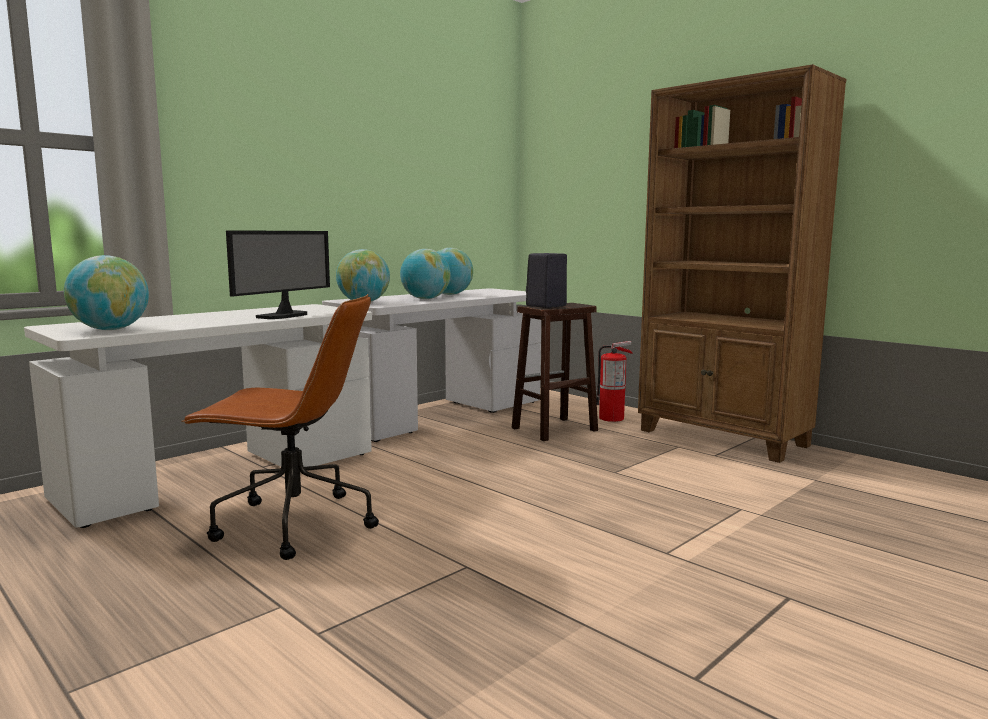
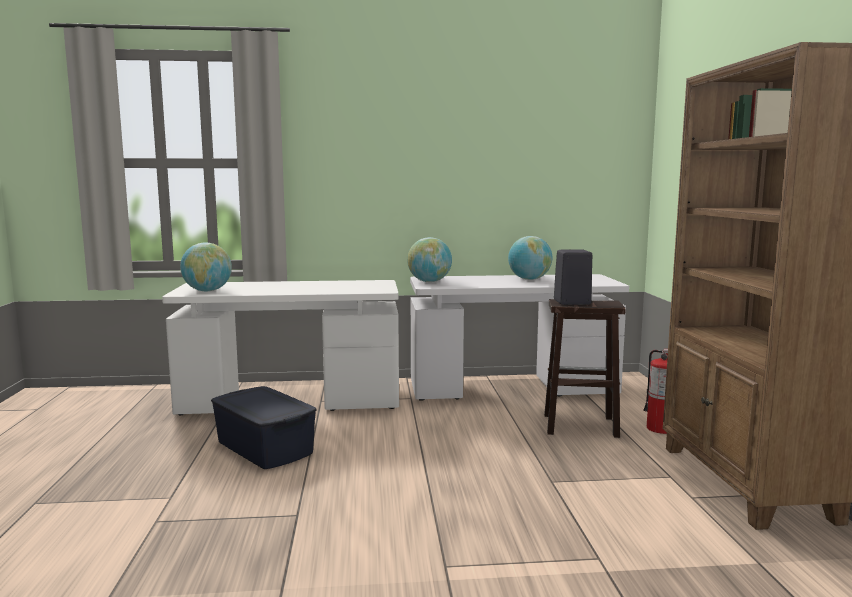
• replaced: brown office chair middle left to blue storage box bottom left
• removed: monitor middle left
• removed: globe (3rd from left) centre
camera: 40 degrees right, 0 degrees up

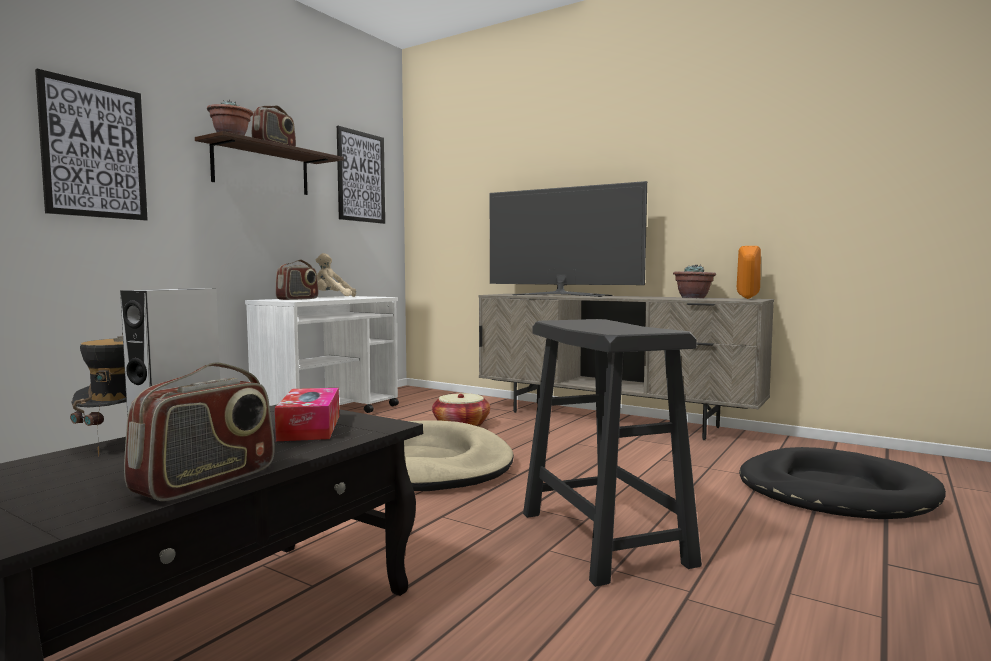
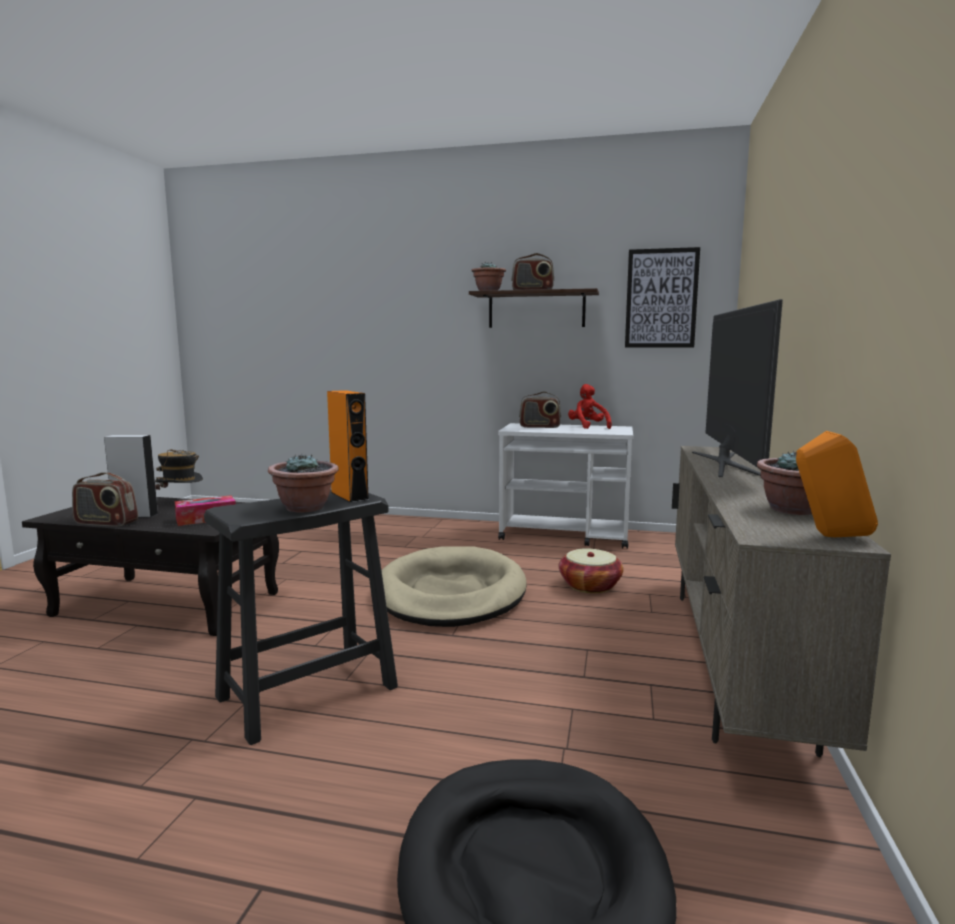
• added: potted plant (1st from left) middle left
• added: orange speaker (1st from left) centre
• recoloured: beige plush toy centre to red plush toy centre
• removed: picture (1st from left) top left
camera: 70 degrees right, 5 degrees up

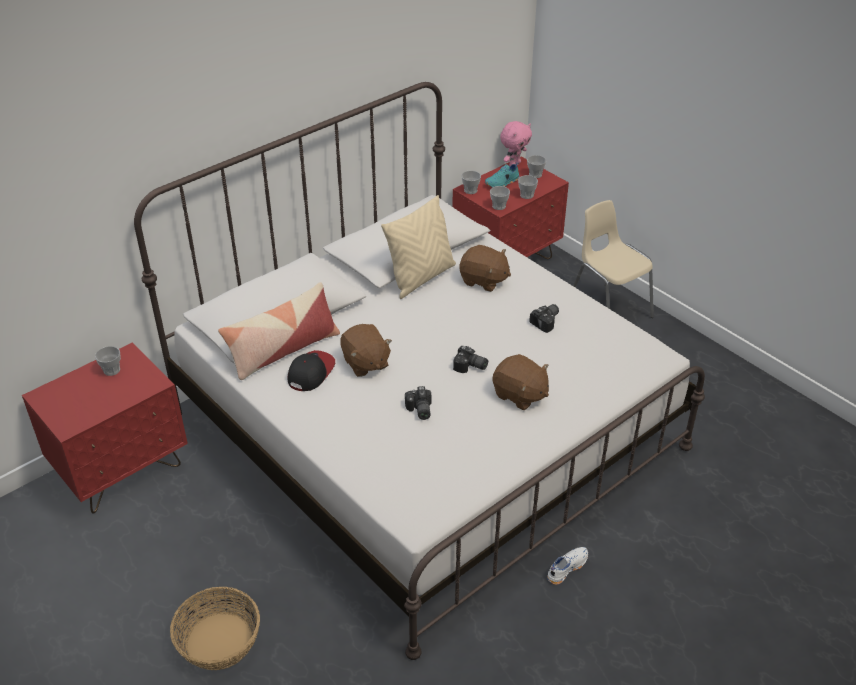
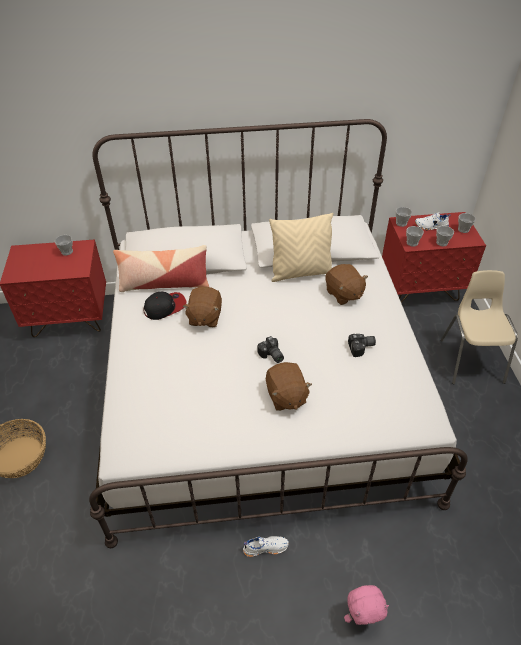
• moved: pink plush toy top centre to bottom right
• recoloured: turquoise shoe top centre to white shoe (2nd from left) middle right
• removed: photo camera (1st from left) centre
camera: 35 degrees right, 5 degrees up

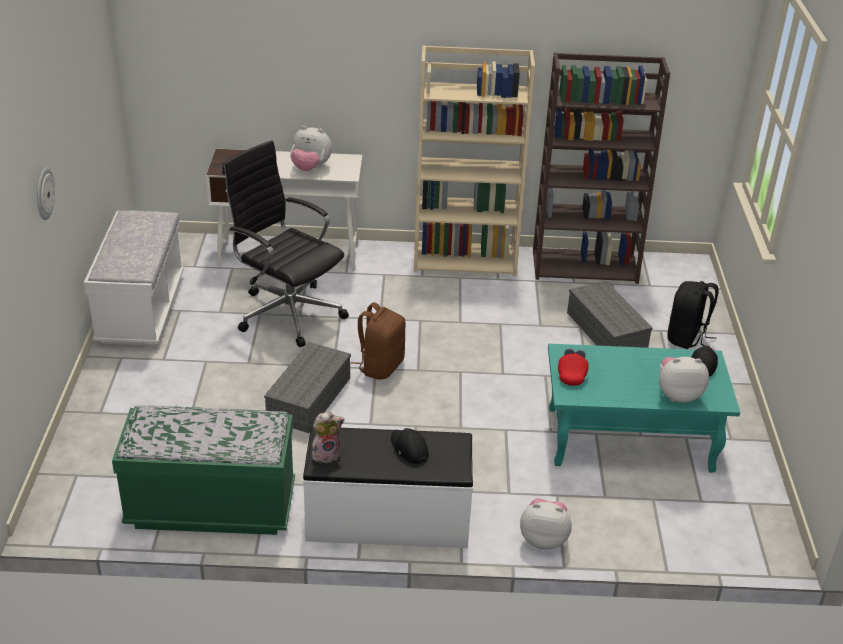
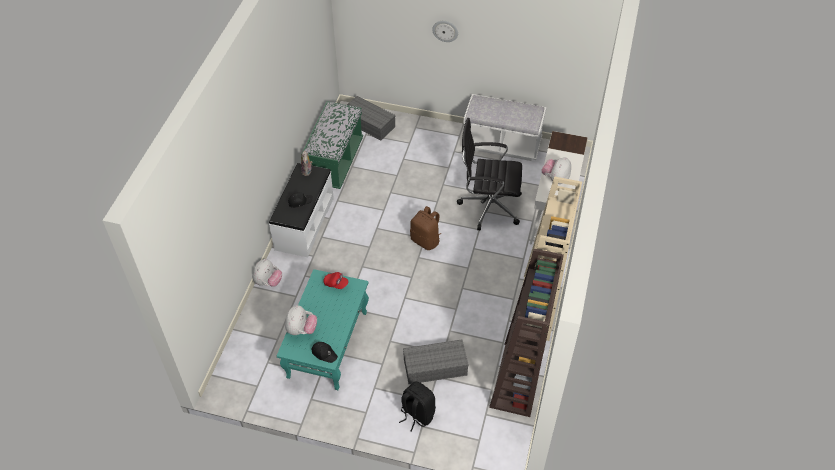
• moved: grey storage box (1st from left) centre to top centre
• turned: black office chair centre = centre 135 degrees counterclockwise
camera: 105 degrees right, 15 degrees up

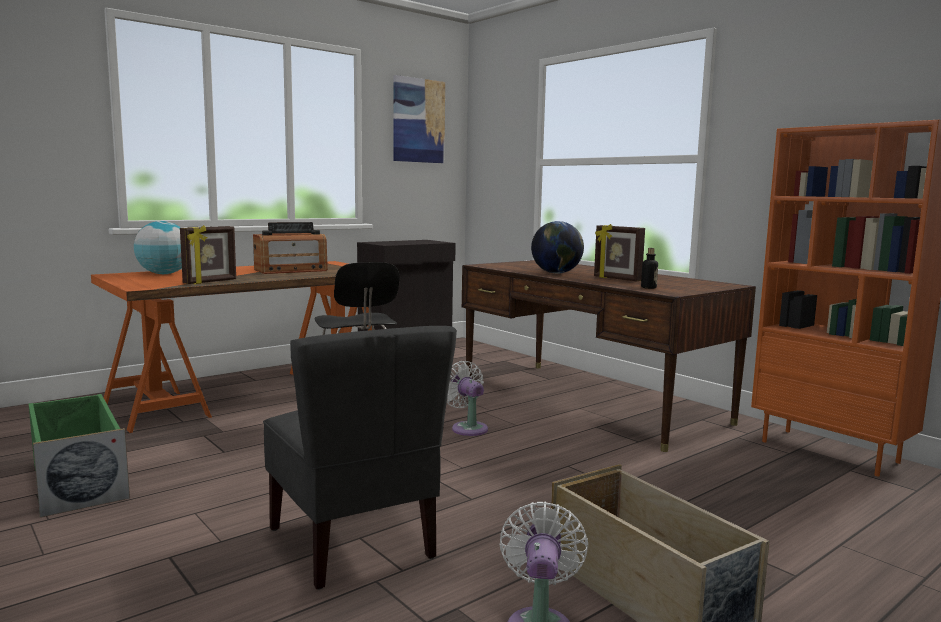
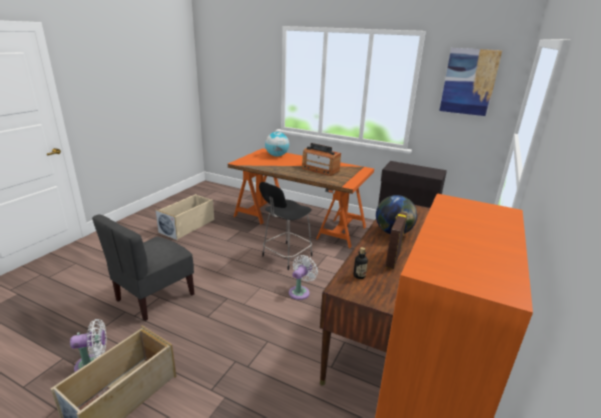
• recoloured: green storage box bottom left to beige storage box (2nd from left) middle left
• removed: picture frame (1st from left) middle left
camera: 65 degrees right, 15 degrees up

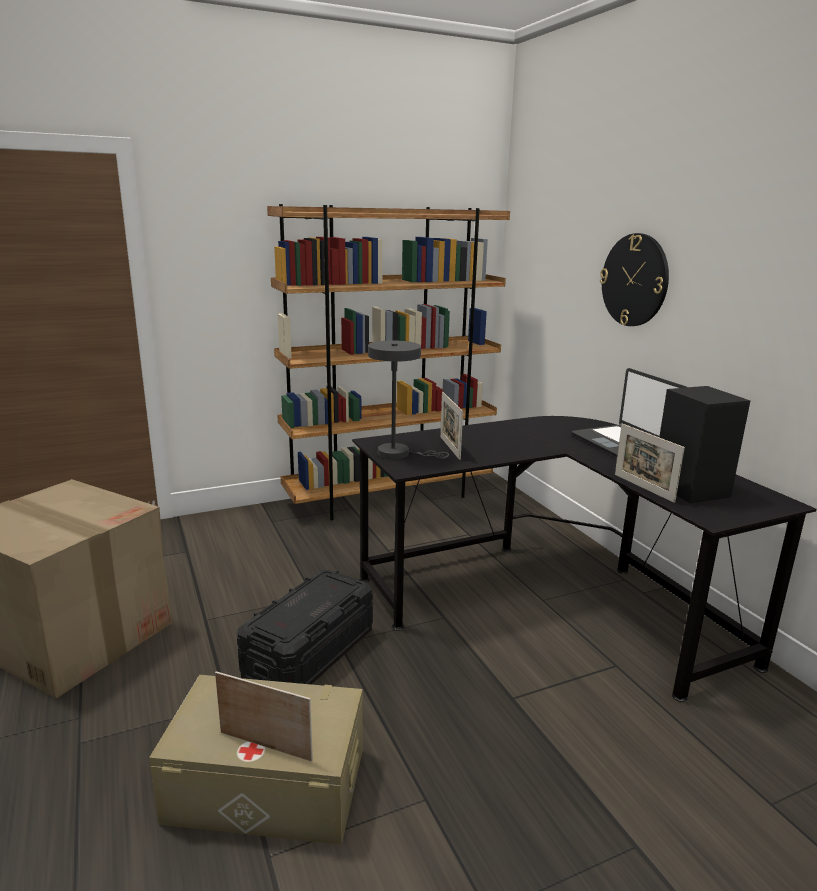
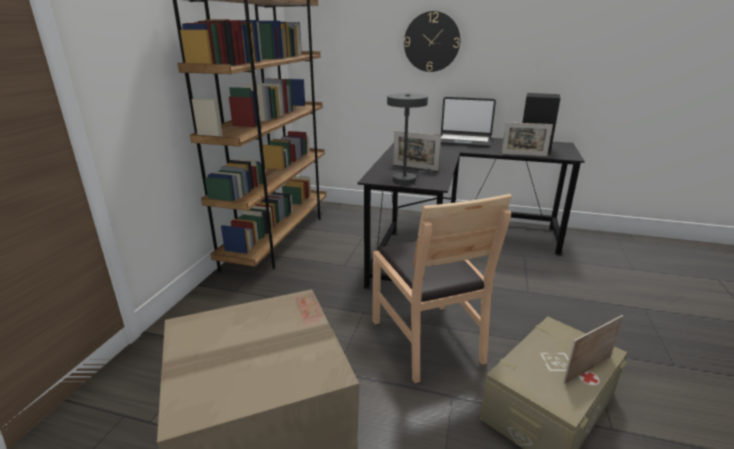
• replaced: black storage box bottom centre to brown chair centre
camera: 50 degrees left, 5 degrees up

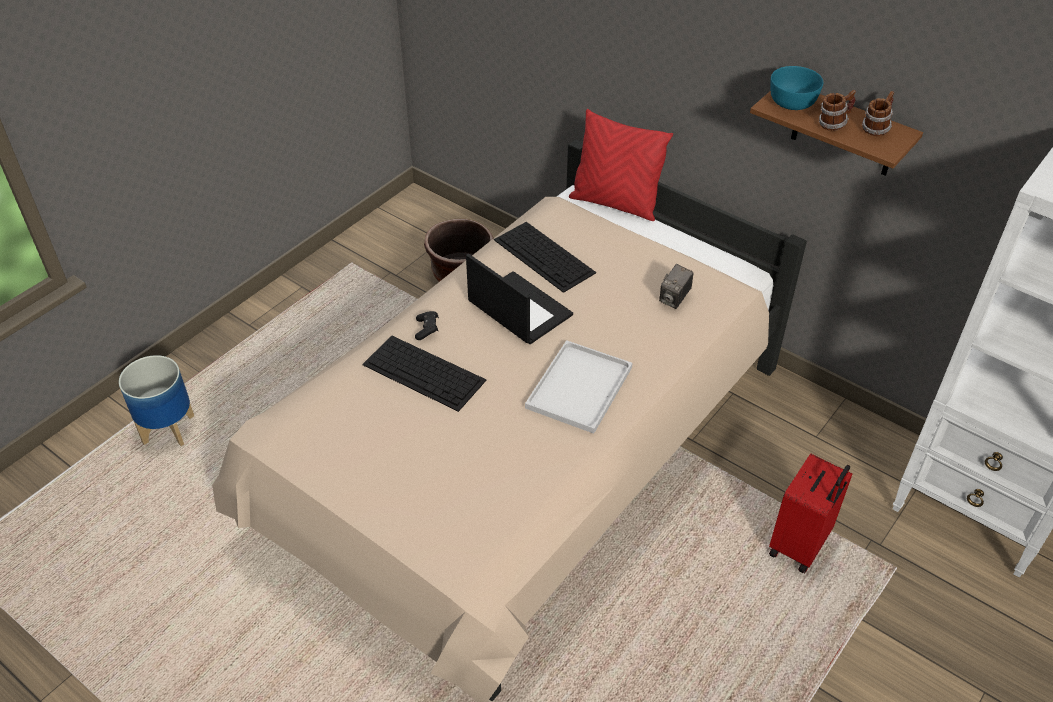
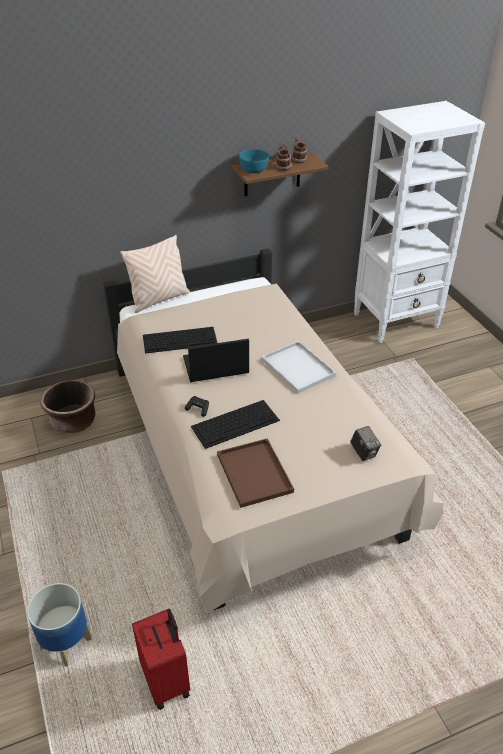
• recoloured: red pillow top centre to beige pillow middle left
• moved: red suitcase bottom right to bottom left
• added: brown tray centre
• moved: photo camera centre to middle right
camera: 60 degrees left, 5 degrees down

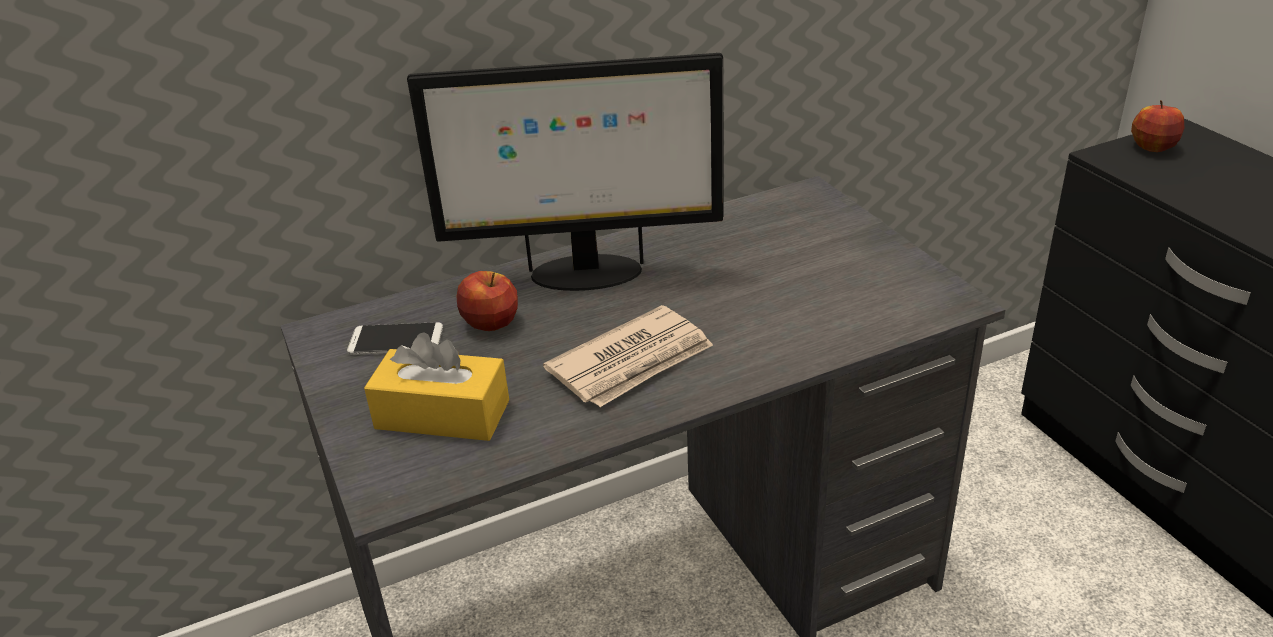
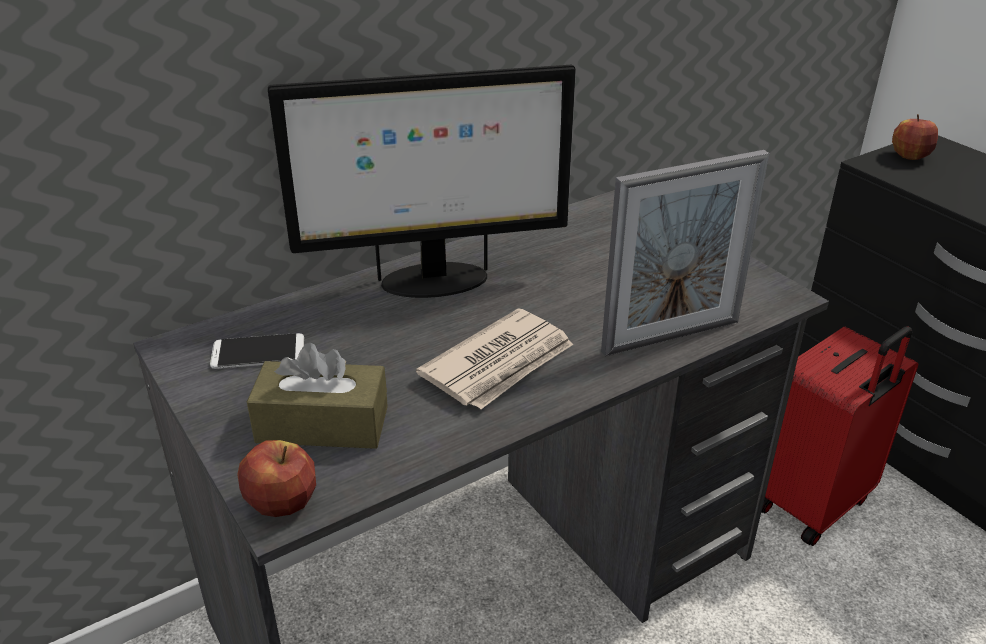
• moved: apple (1st from left) centre to bottom left
• recoloured: yellow tissue box centre to brown tissue box middle left
• added: picture frame middle right
• added: red suitcase bottom right
camera: 10 degrees left, 0 degrees up

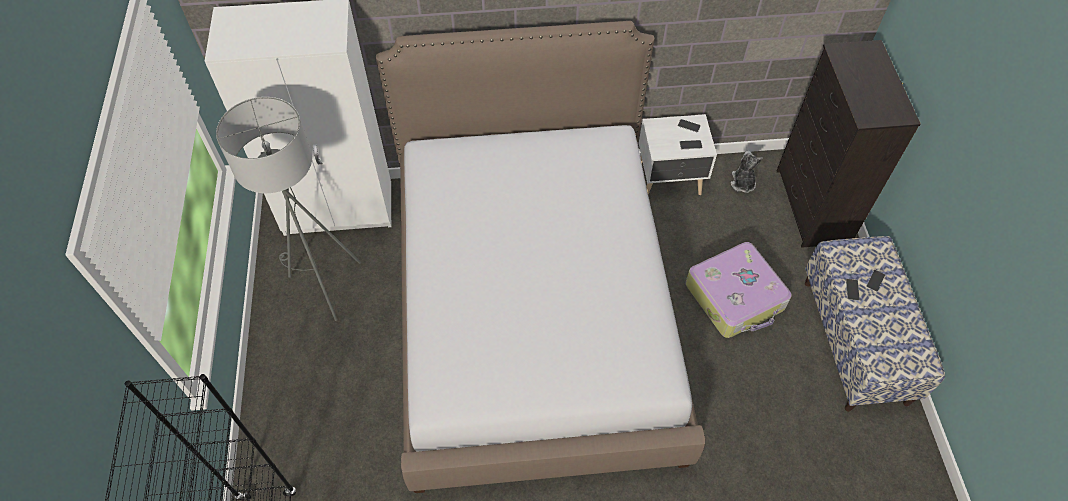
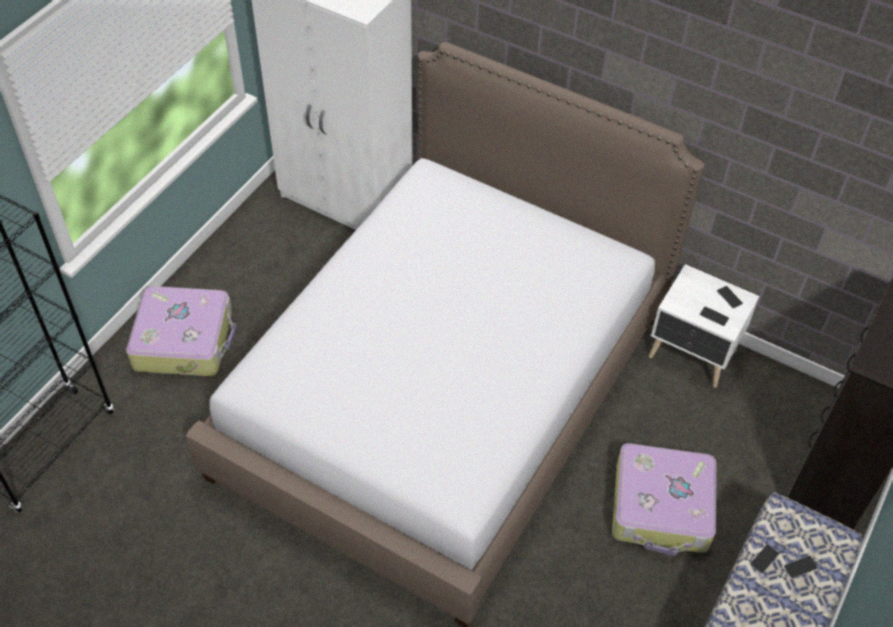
• added: suitcase (1st from left) middle left
• removed: grey floor lamp middle left
• removed: plush toy middle right
camera: 35 degrees right, 5 degrees down

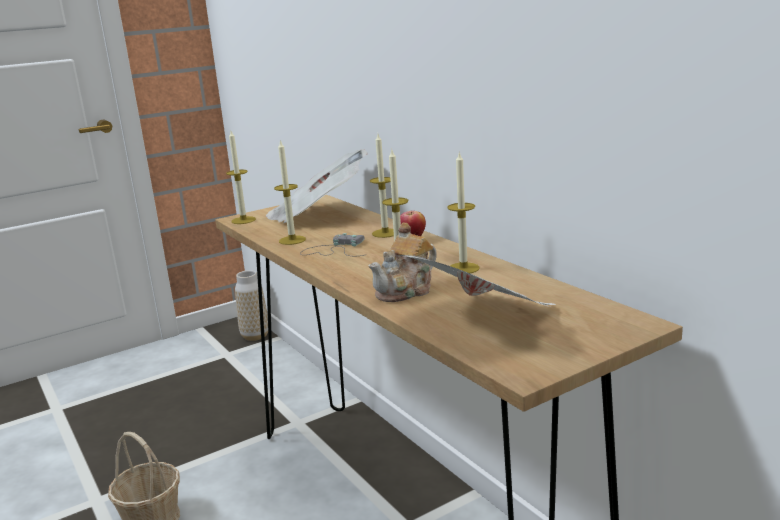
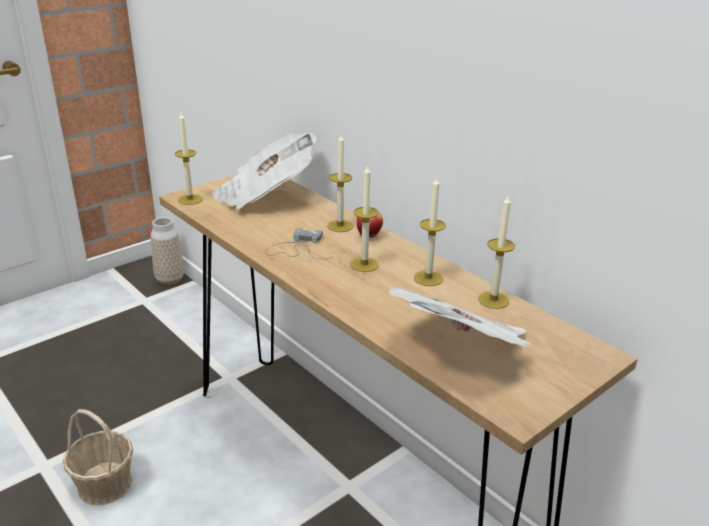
• moved: candle (2nd from left in the first image) centre to candle (5th from left) middle right
• removed: teapot centre
camera: 10 degrees left, 10 degrees up

